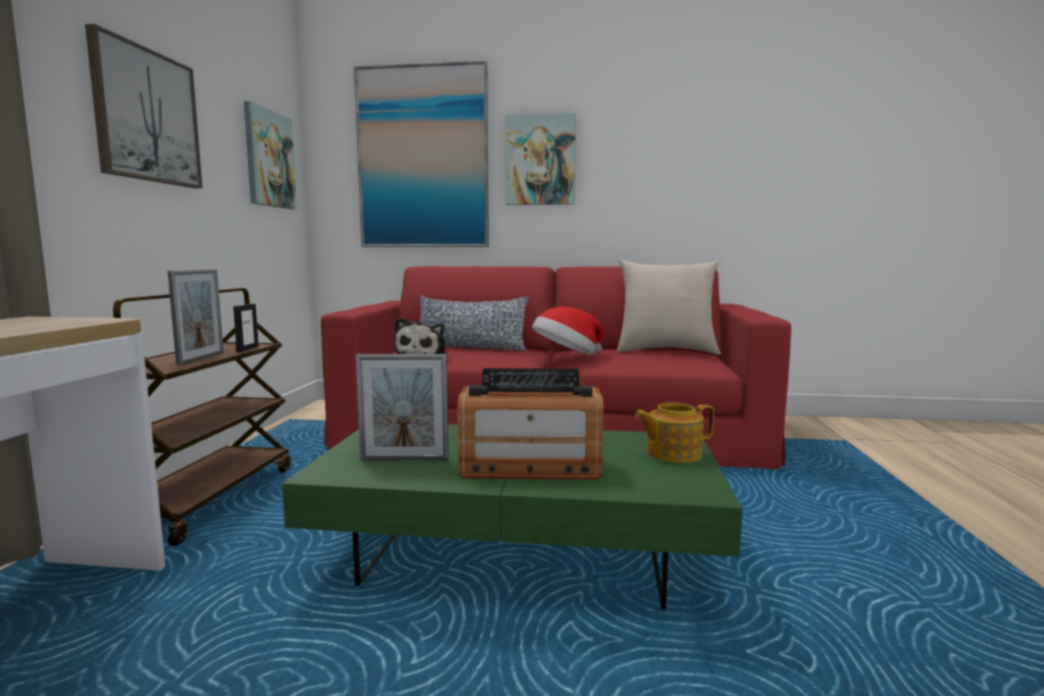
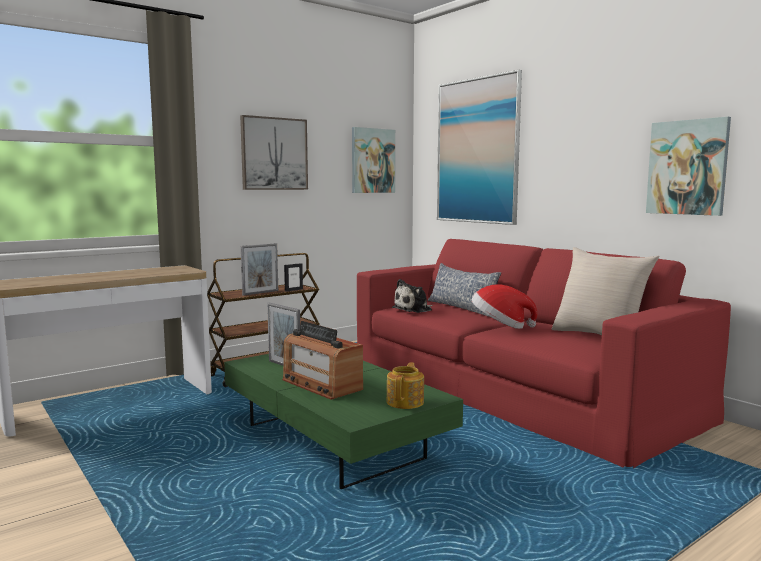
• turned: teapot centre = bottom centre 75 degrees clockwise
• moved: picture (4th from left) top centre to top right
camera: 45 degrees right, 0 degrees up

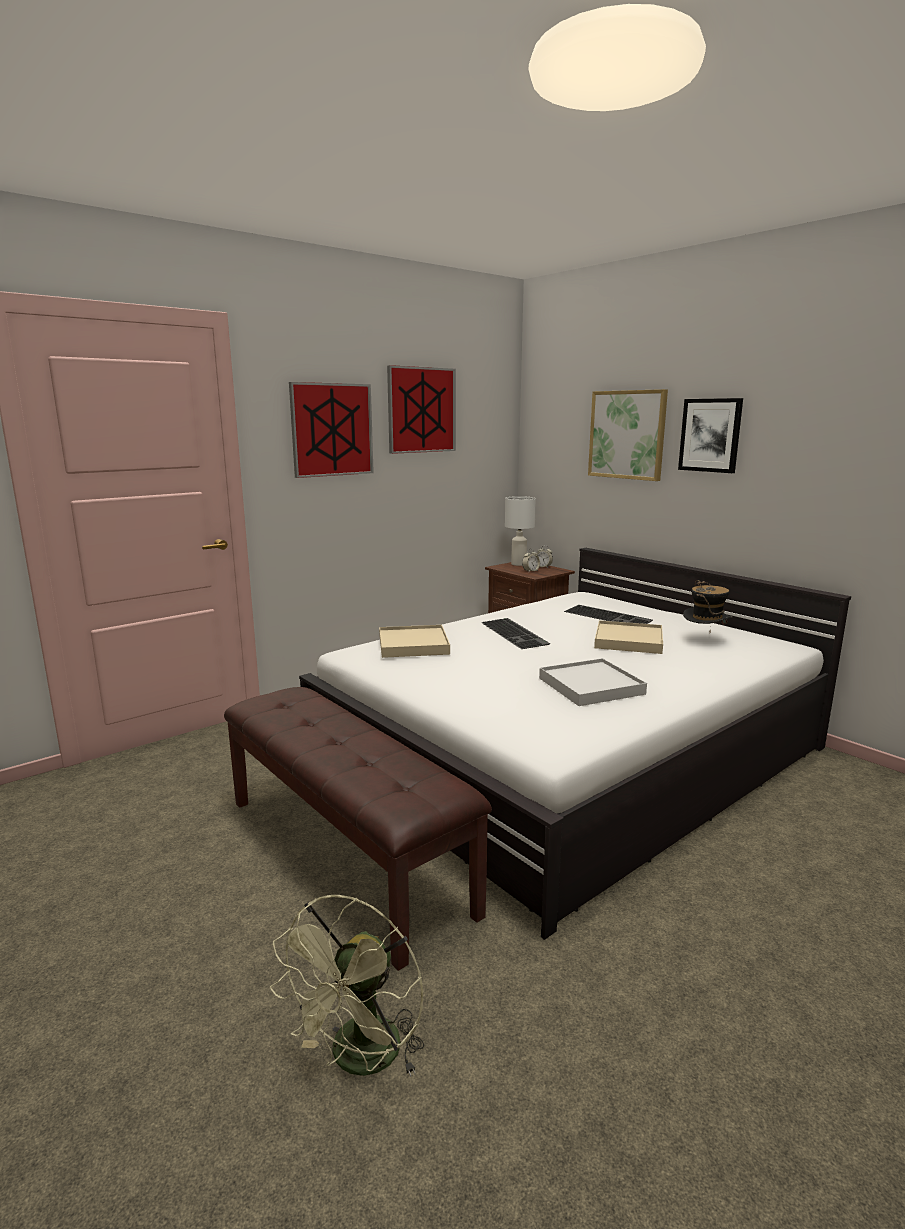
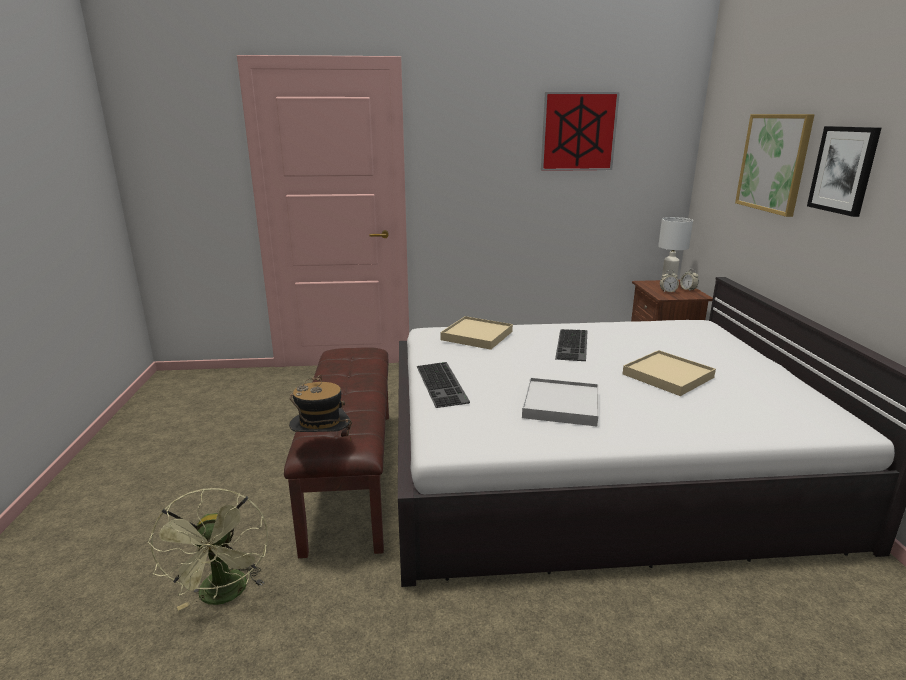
• turned: green fan bottom centre = bottom left 75 degrees counterclockwise
• moved: hat middle right to centre
• moved: keyboard (2nd from left in the first image) middle right to keyboard (1st from left) centre
• removed: picture (1st from left) centre
camera: 35 degrees right, 5 degrees up

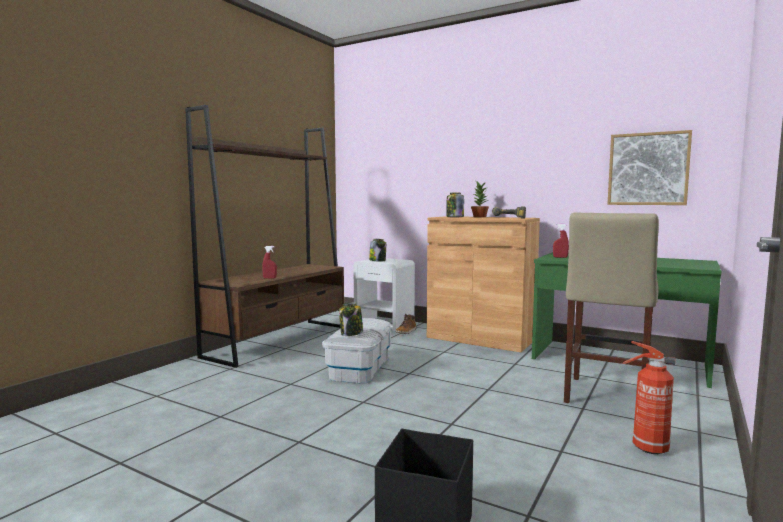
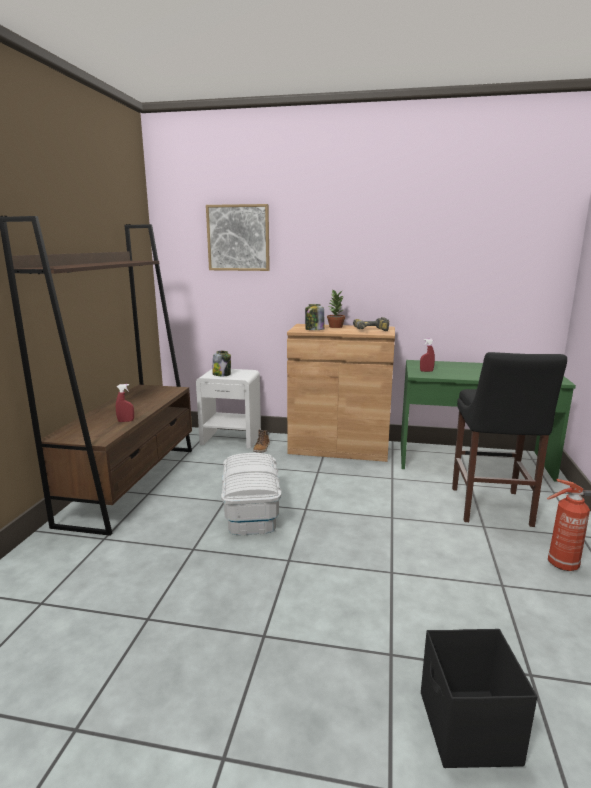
• moved: picture top right to top centre
• recoloured: beige stool middle right to black stool middle right
• removed: jar (1st from left) centre
camera: 20 degrees left, 10 degrees up

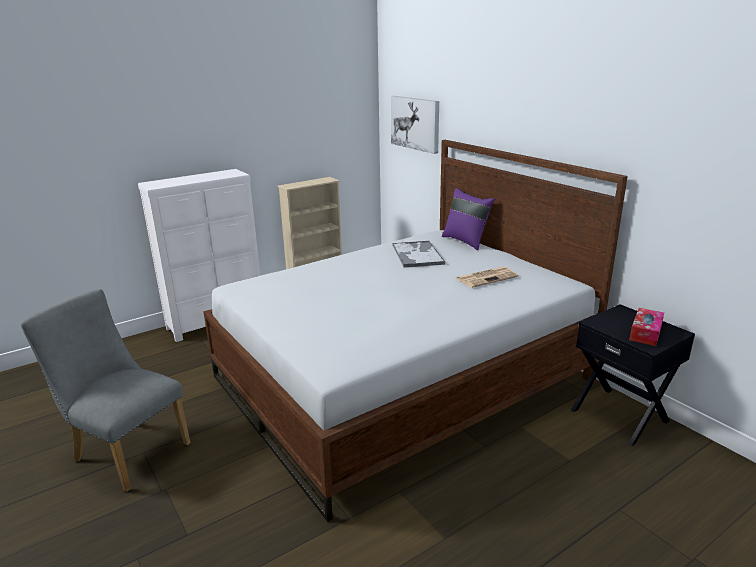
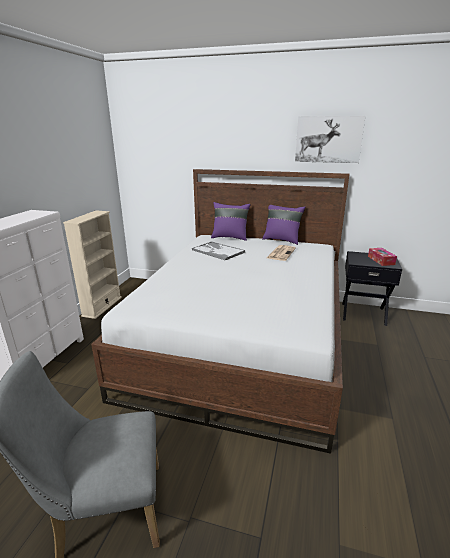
• added: purple pillow (2nd from left) centre
• moved: picture top centre to top right
camera: 40 degrees left, 0 degrees up

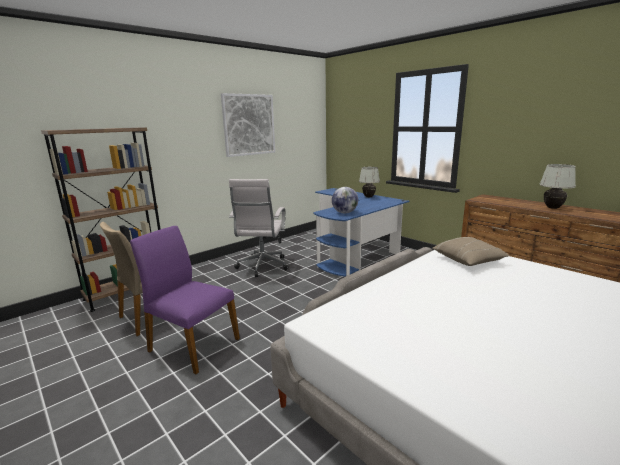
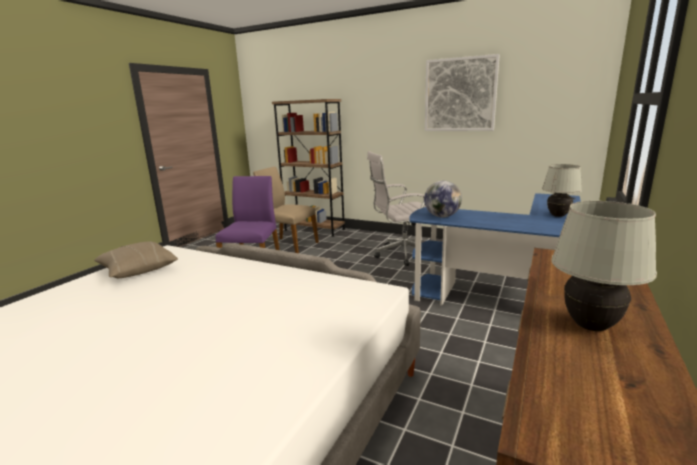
• moved: beige pillow middle right to middle left
camera: 70 degrees right, 0 degrees up

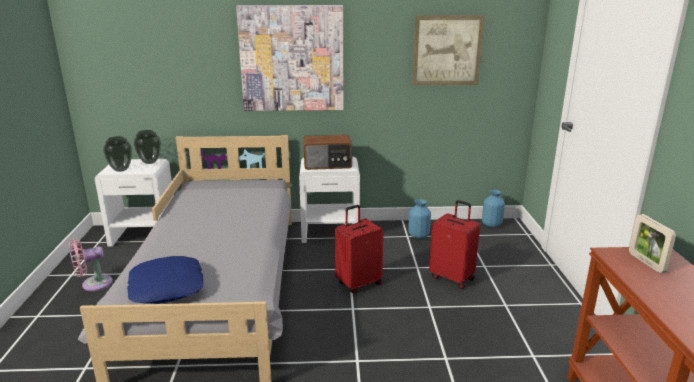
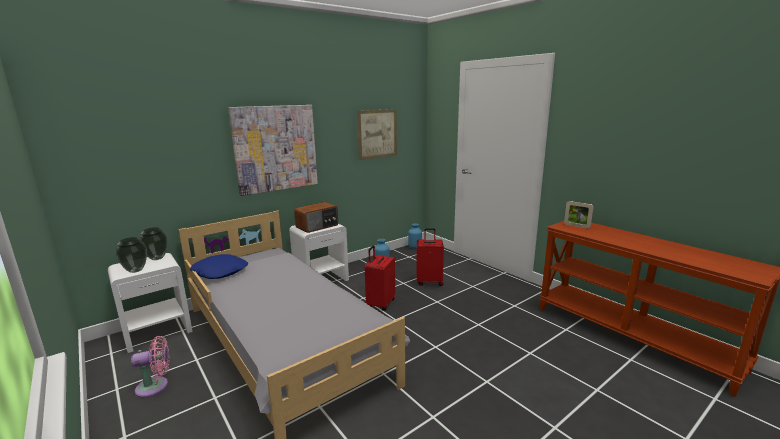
• turned: pink fan bottom left = bottom left 135 degrees counterclockwise
• moved: blue pillow bottom left to middle left
camera: 35 degrees left, 5 degrees down

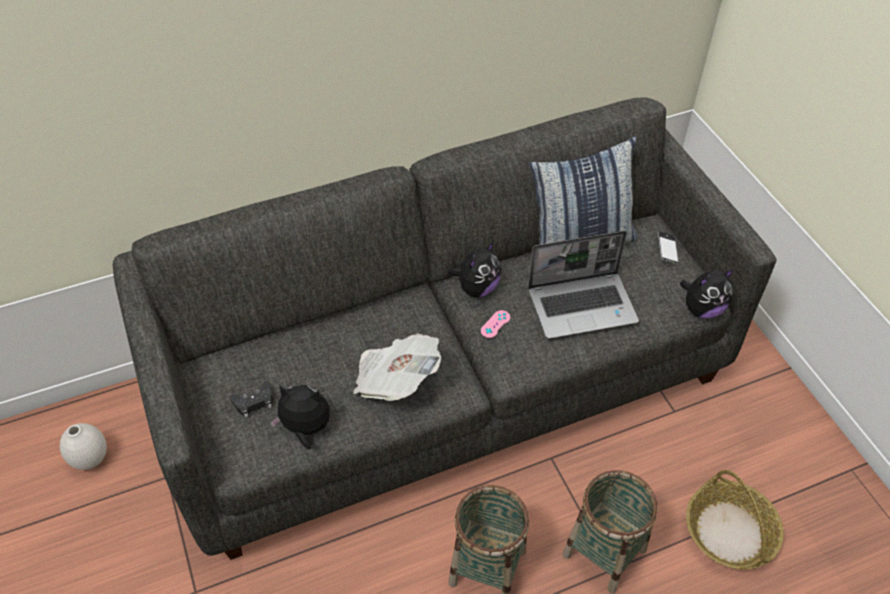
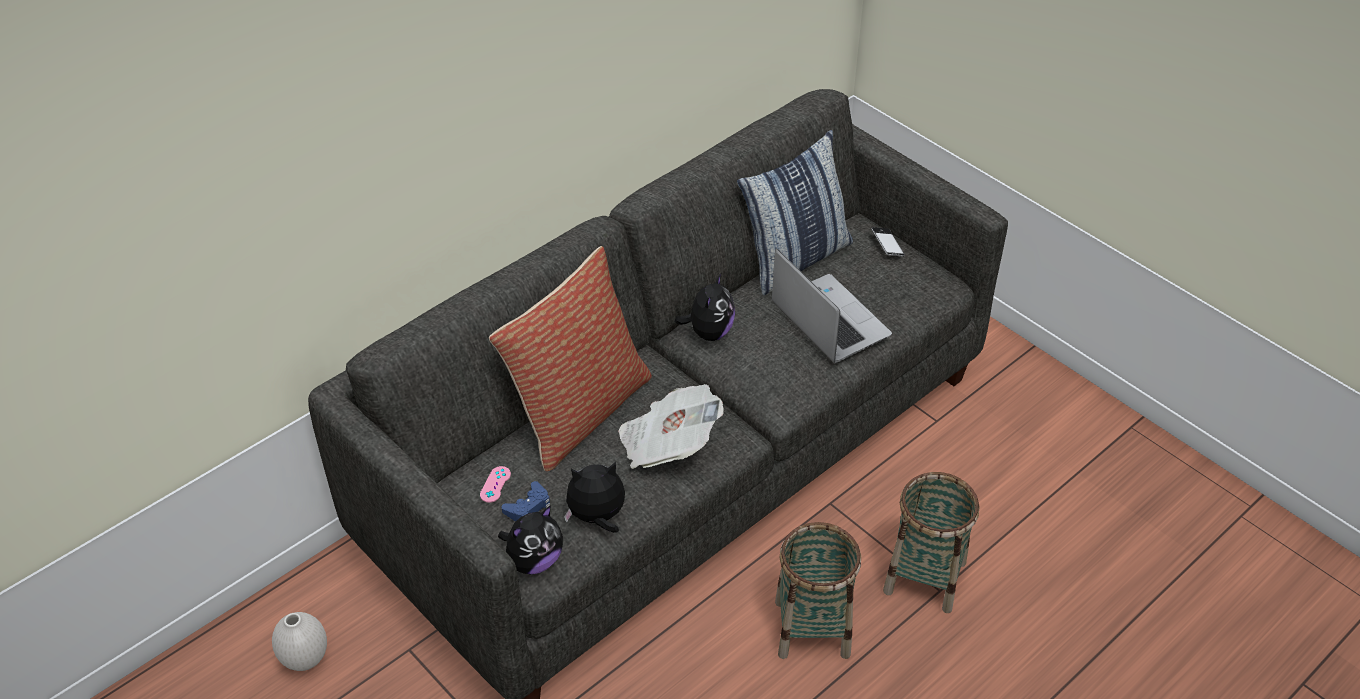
• moved: pink game controller centre to bottom centre
• added: pillow (1st from left) centre
• moved: plush toy (3rd from left in the first image) middle right to plush toy (1st from left) bottom centre
• recoloured: black game controller bottom left to blue game controller bottom centre
• turned: laptop centre = centre 90 degrees counterclockwise
• removed: basket (3rd from left) bottom right
camera: 20 degrees left, 5 degrees down

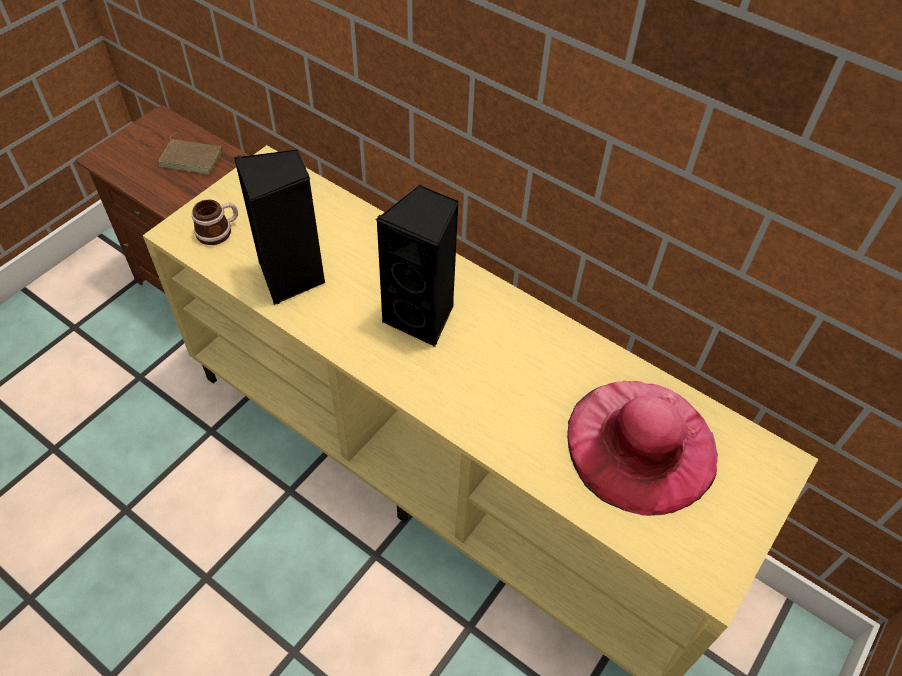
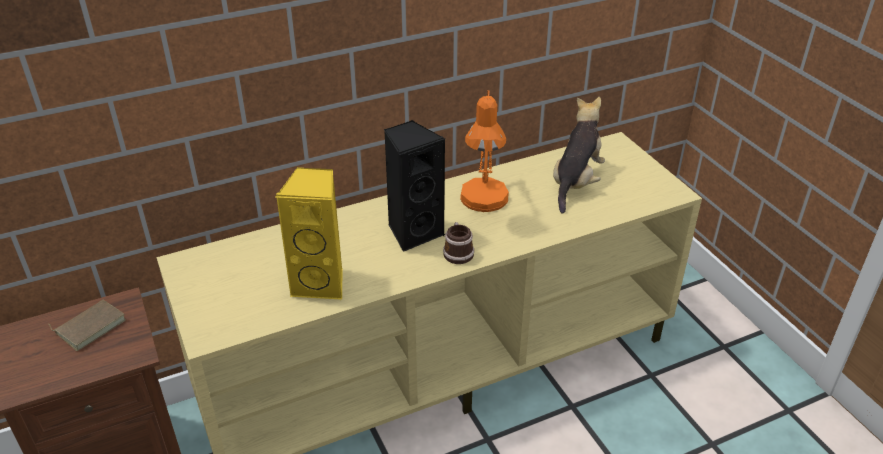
• recoloured: black speaker (1st from left) middle left to yellow speaker centre
• moved: mug top left to centre
• added: orange table lamp top centre
• replaced: pink hat middle right to plush toy centre
camera: 60 degrees left, 15 degrees down

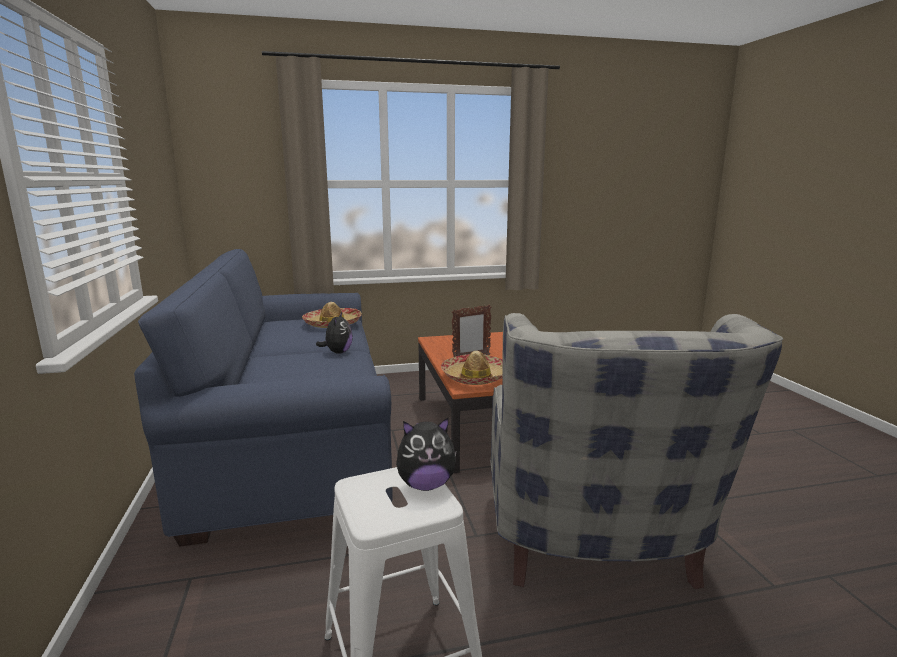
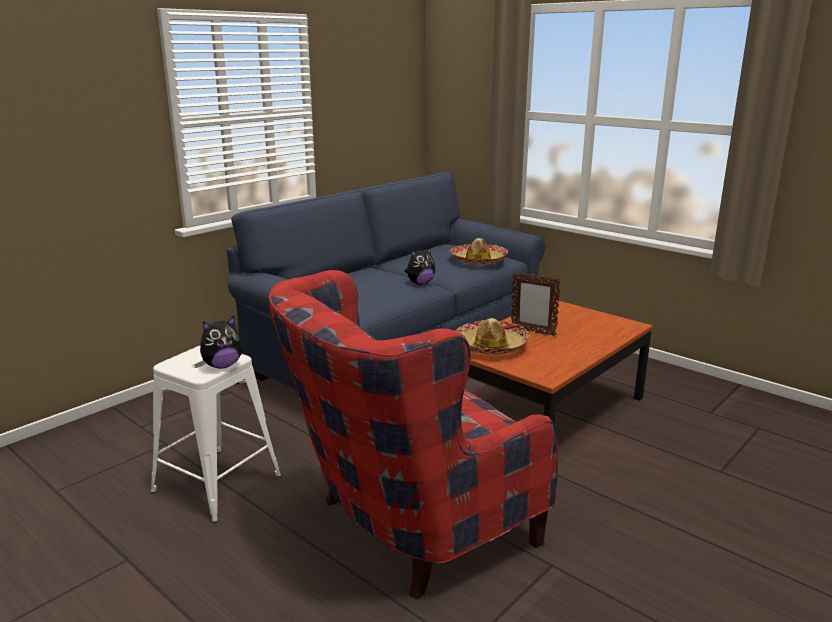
• turned: plush toy (2nd from left in the first image) bottom centre = middle left 75 degrees counterclockwise
• recoloured: grey armchair bottom right to red armchair bottom centre
camera: 55 degrees right, 5 degrees up

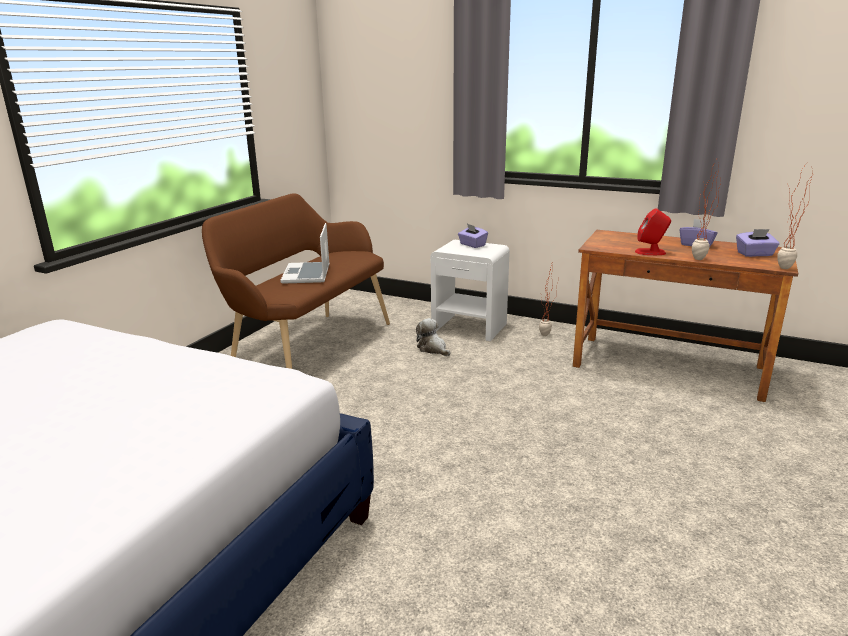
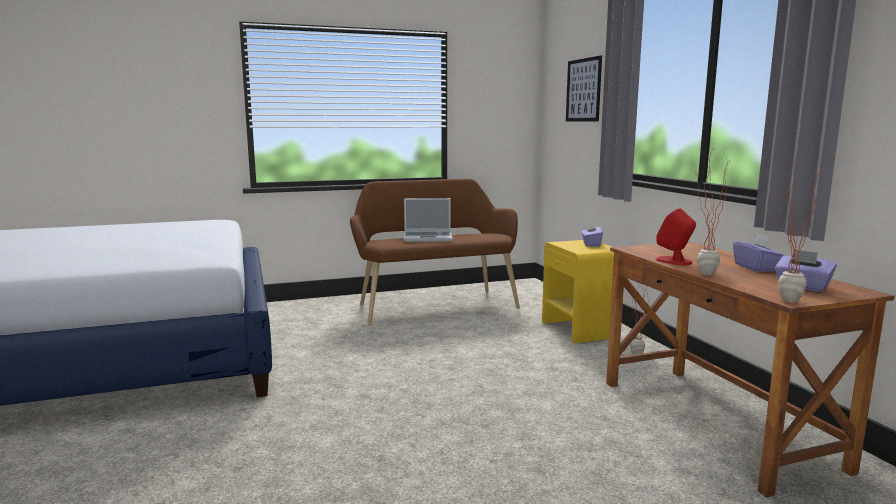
• turned: laptop centre = centre 135 degrees counterclockwise
• recoloured: white nightstand centre to yellow nightstand centre
• added: picture top centre
• removed: plush toy centre
camera: 45 degrees right, 10 degrees down

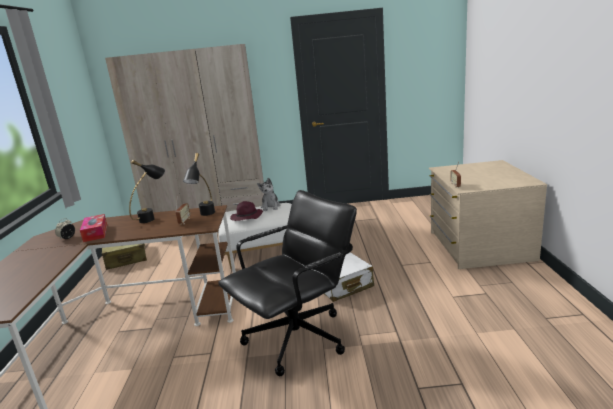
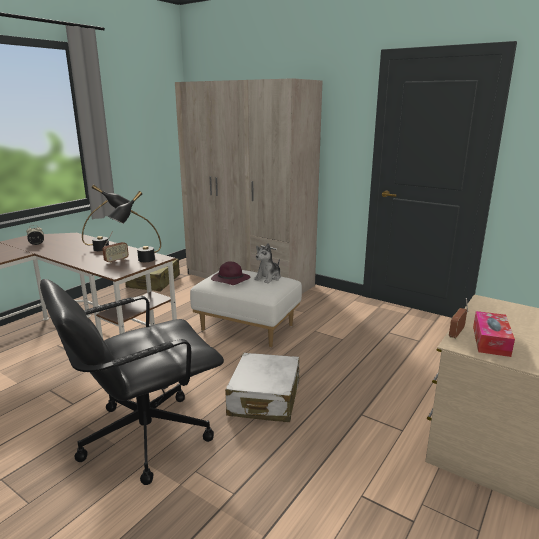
• turned: black office chair bottom centre = bottom left 150 degrees clockwise
• moved: tissue box middle left to middle right
camera: 35 degrees right, 0 degrees up

